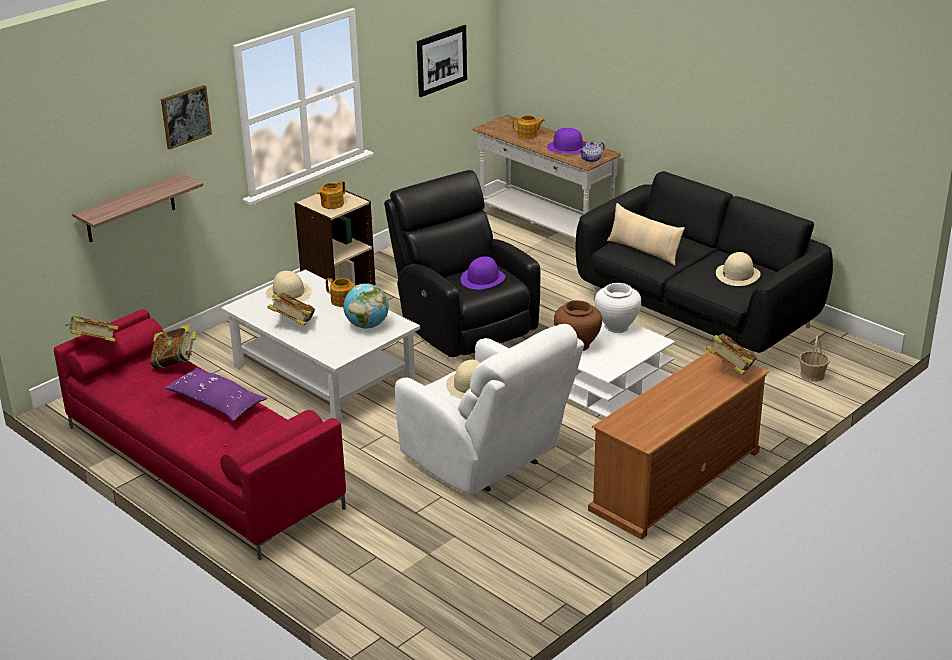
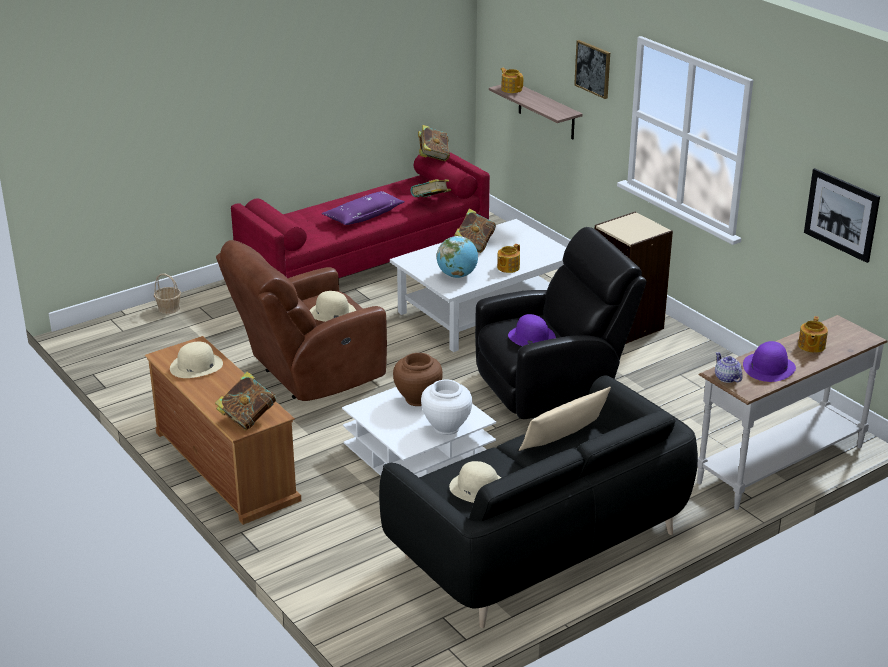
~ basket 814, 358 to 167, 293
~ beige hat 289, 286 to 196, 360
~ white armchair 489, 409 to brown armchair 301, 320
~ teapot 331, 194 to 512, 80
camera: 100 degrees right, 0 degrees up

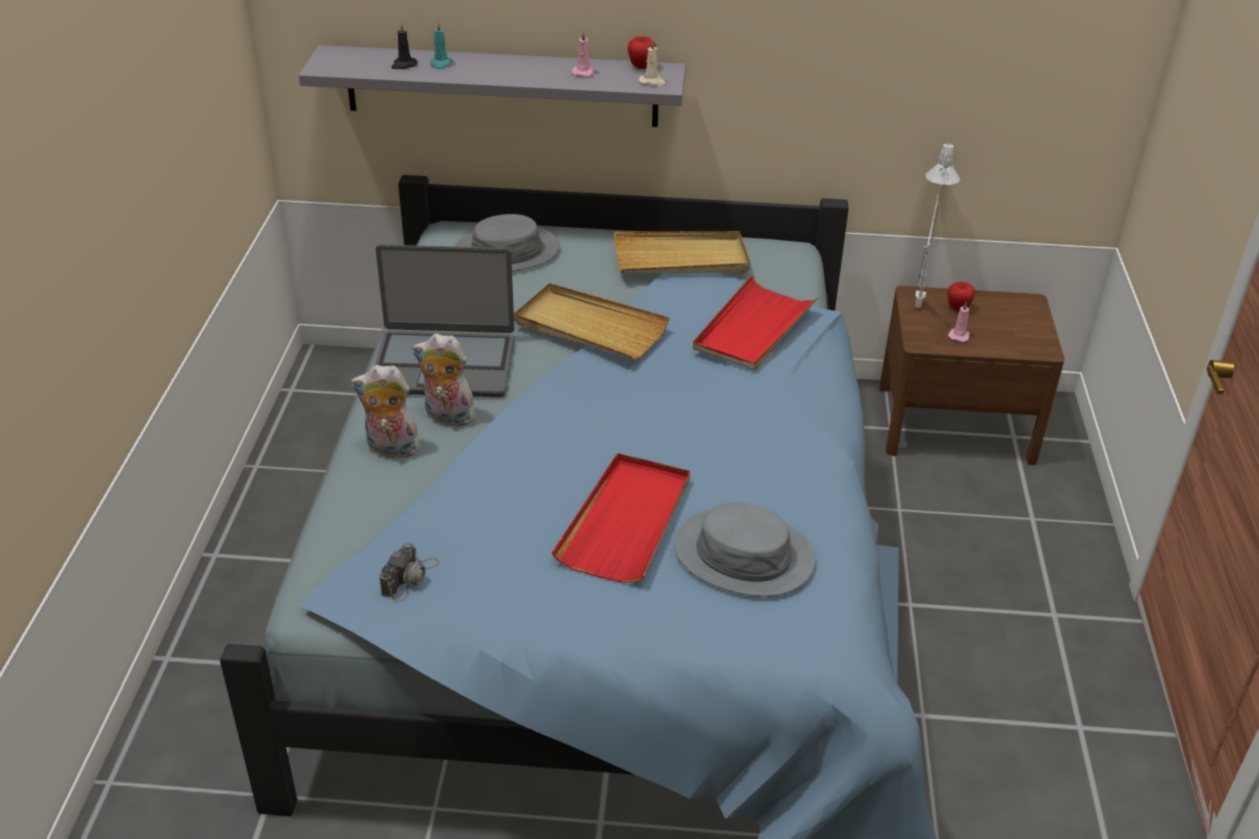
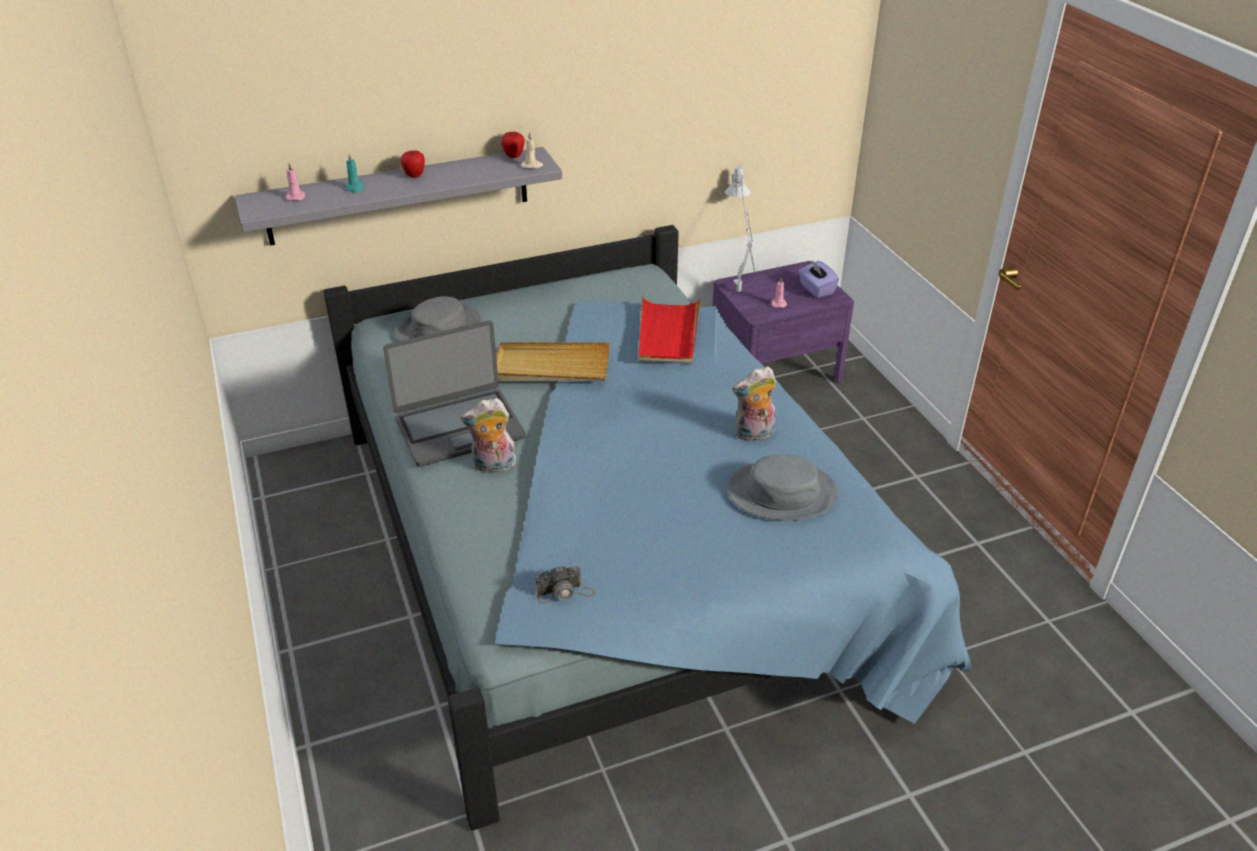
~ pink candle 583, 53 to 295, 182
~ apple 961, 296 to 413, 164
~ photo camera 409, 572 = 565, 584 75 degrees clockwise
~ brown nightstand 972, 375 to purple nightstand 783, 322
~ plush toy 387, 411 to 754, 403
+ purple tissue box 818, 279
- black candle 404, 46
- red tray 621, 518
- beige tray 682, 252
camera: 25 degrees left, 0 degrees up

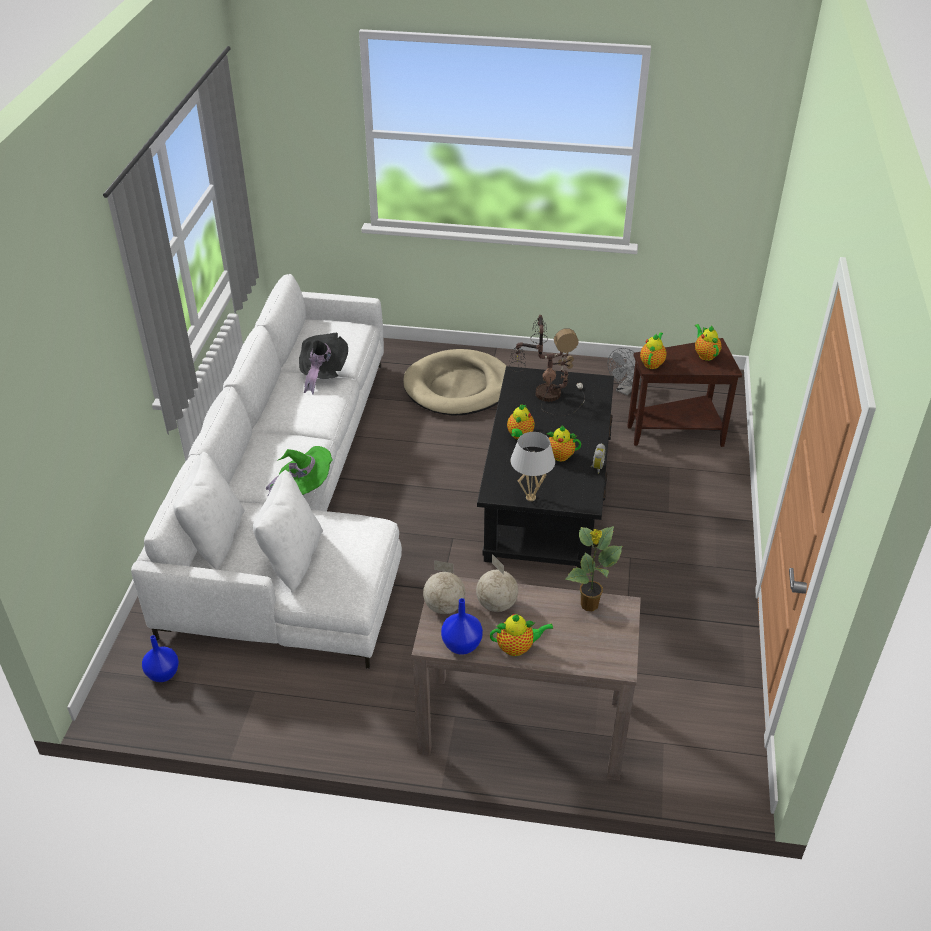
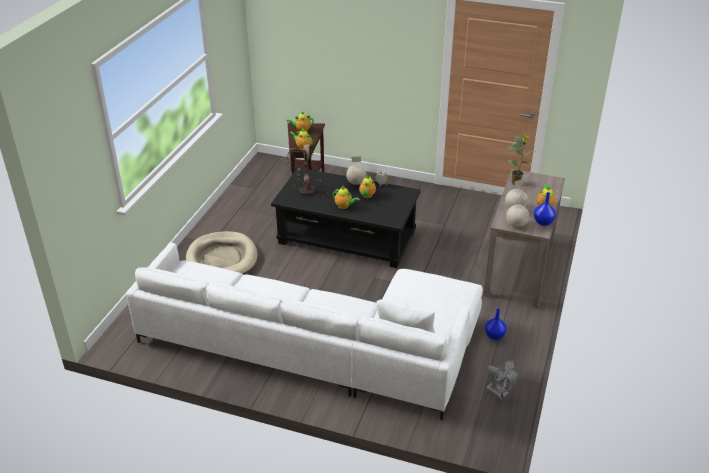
+ globe 356, 170
~ blue vase 160, 658 to 496, 324
~ grey fan 624, 372 to 502, 380
- white pillow 288, 531
- green hat 299, 471
- black hat 323, 364
- white table lamp 533, 466
camera: 80 degrees left, 5 degrees down

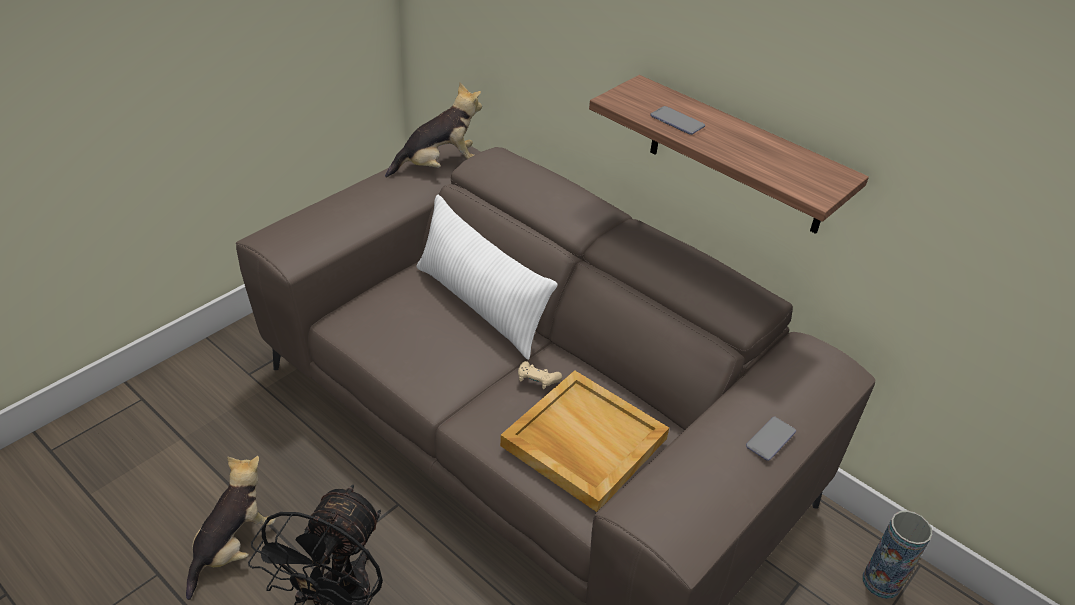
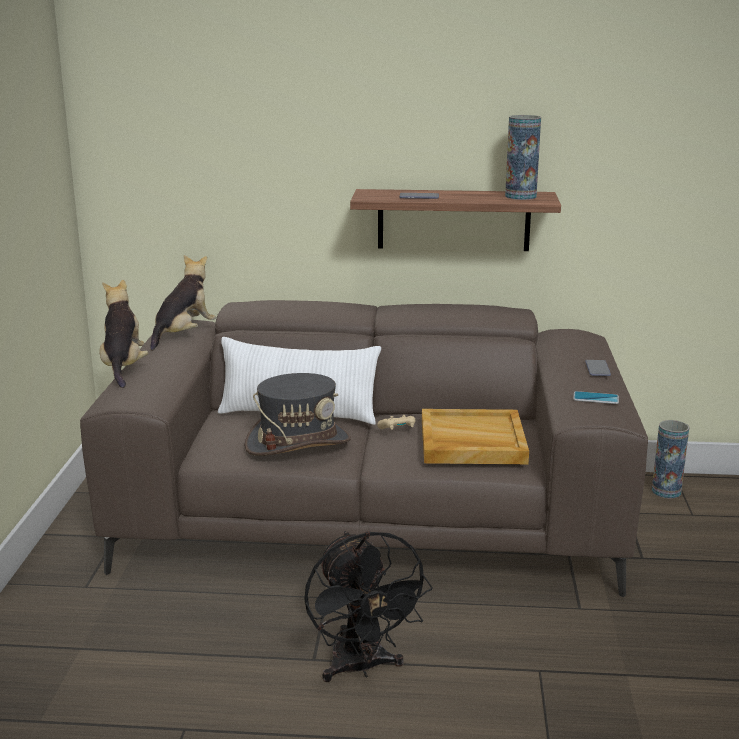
~ plush toy 231, 528 to 124, 334
+ grey hat 298, 414
+ vase 523, 157
+ phone 596, 397
camera: 35 degrees left, 20 degrees down

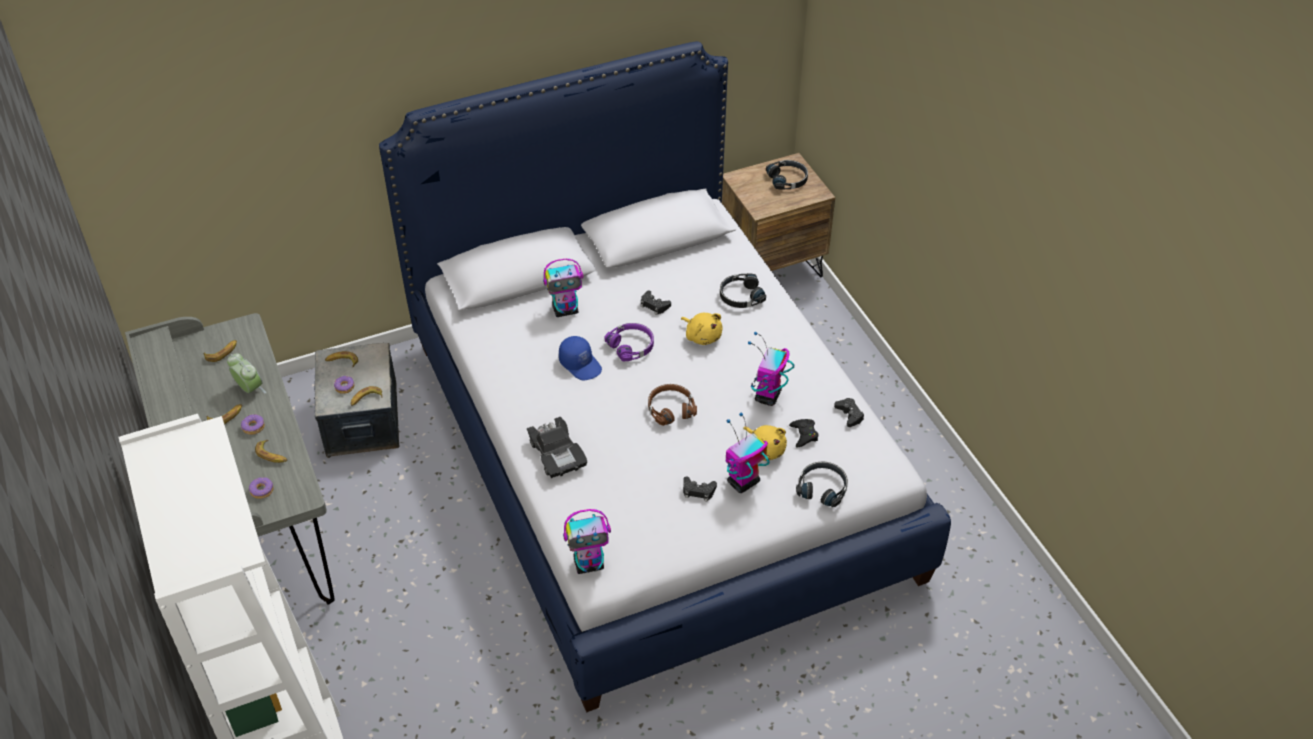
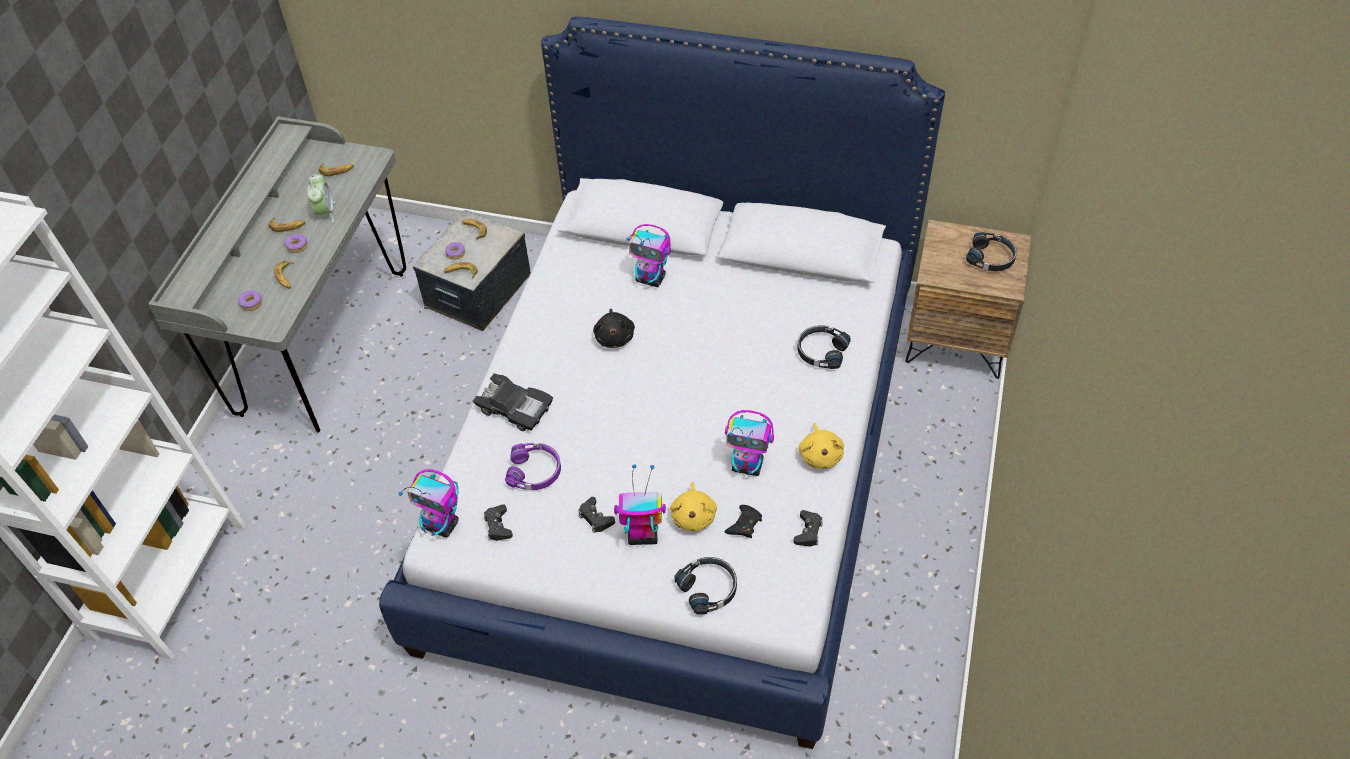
~ black toy car 557, 447 = 513, 402 75 degrees counterclockwise
~ black game controller 656, 302 to 498, 522
~ purple headphones 629, 342 to 533, 466
~ blue cap 580, 358 to black plush toy 614, 328
~ toy robot 771, 369 = 749, 443 135 degrees counterclockwise
~ yellow plush toy 701, 329 to 821, 446
- brown headphones 672, 405
camera: 40 degrees right, 5 degrees up

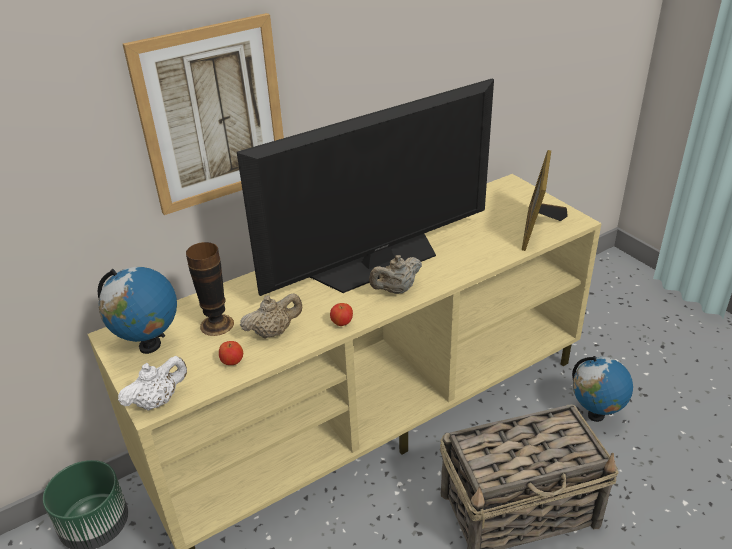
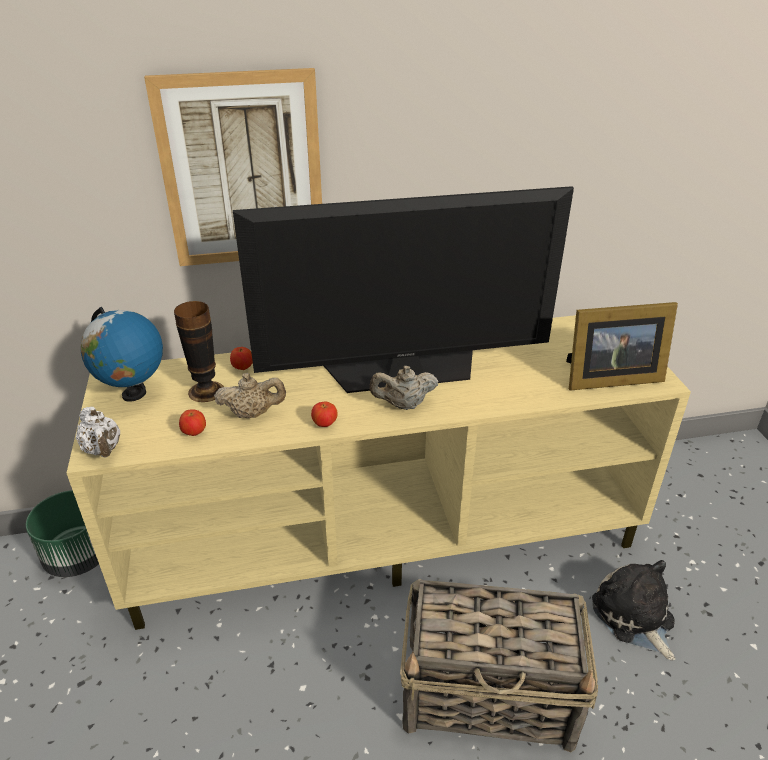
~ white teapot 152, 383 = 98, 432 75 degrees clockwise
+ apple 241, 358
~ picture frame 545, 200 = 622, 346 135 degrees counterclockwise
~ globe 602, 389 to plush toy 633, 610
camera: 20 degrees right, 0 degrees up

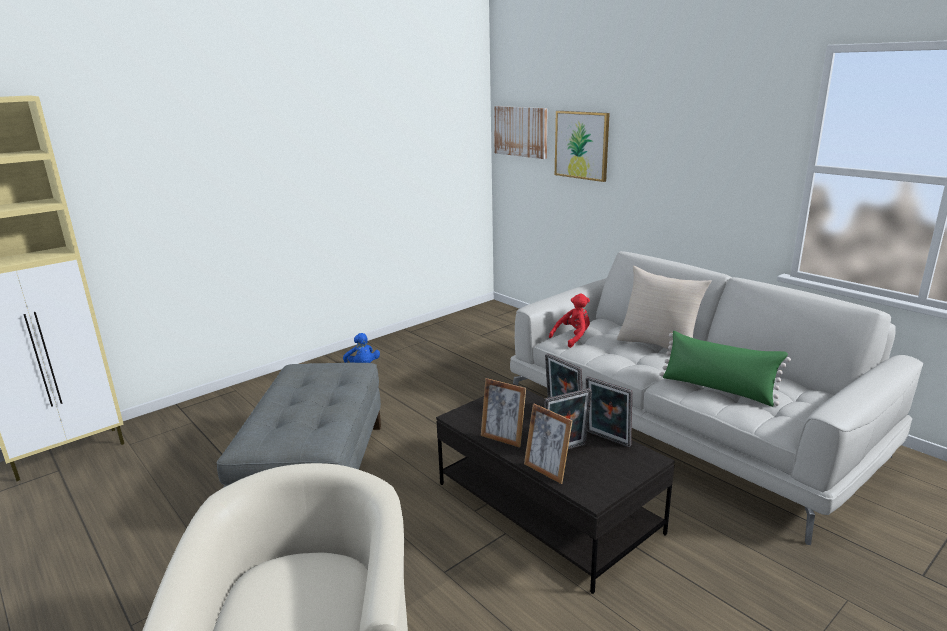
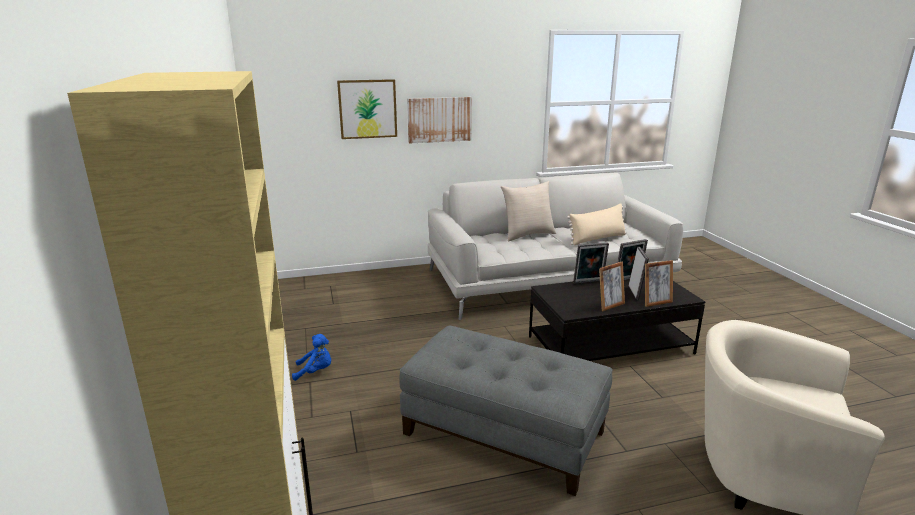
~ picture 521, 132 to 439, 120
~ green pillow 725, 369 to beige pillow 597, 224
- red plush toy 569, 321
camera: 65 degrees left, 0 degrees up

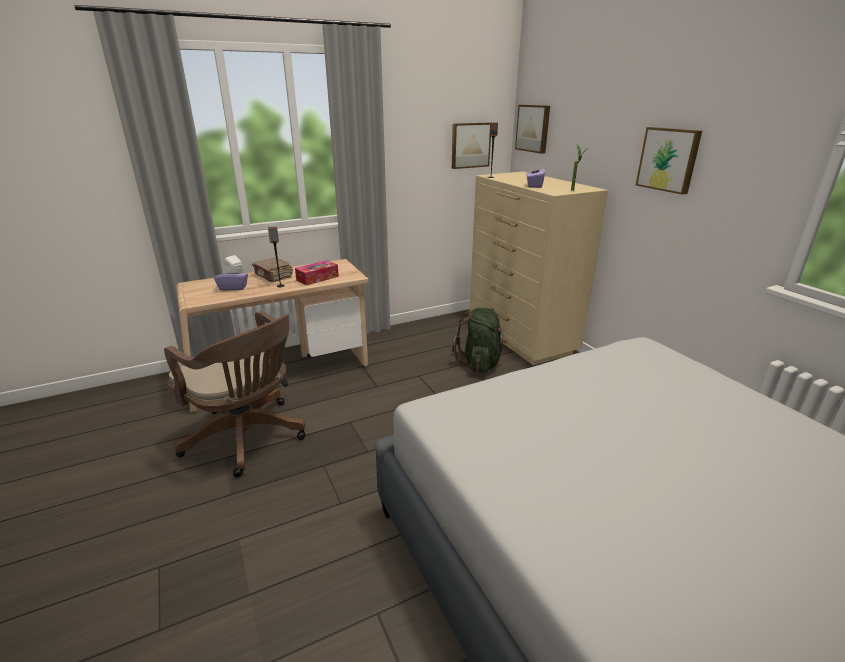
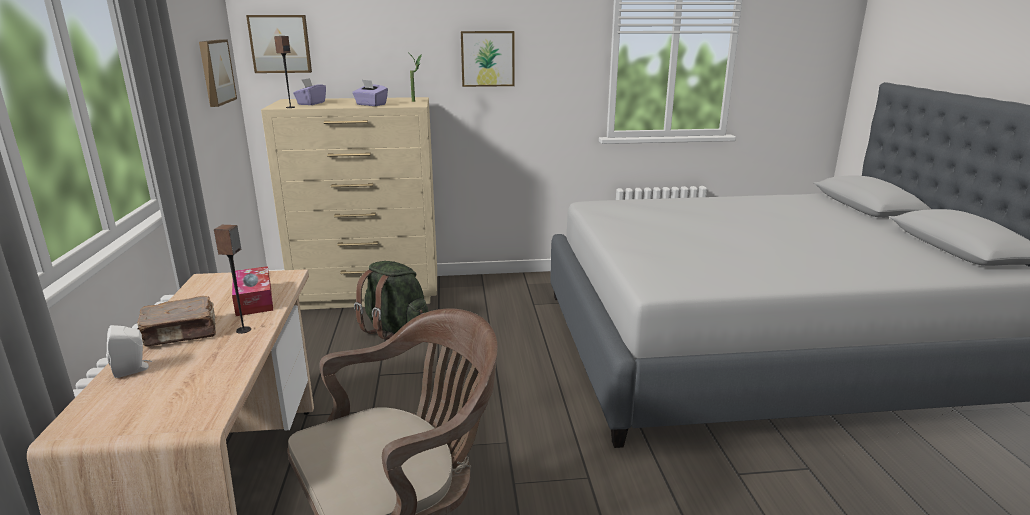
~ purple tissue box 231, 278 to 309, 91
camera: 70 degrees left, 5 degrees down

